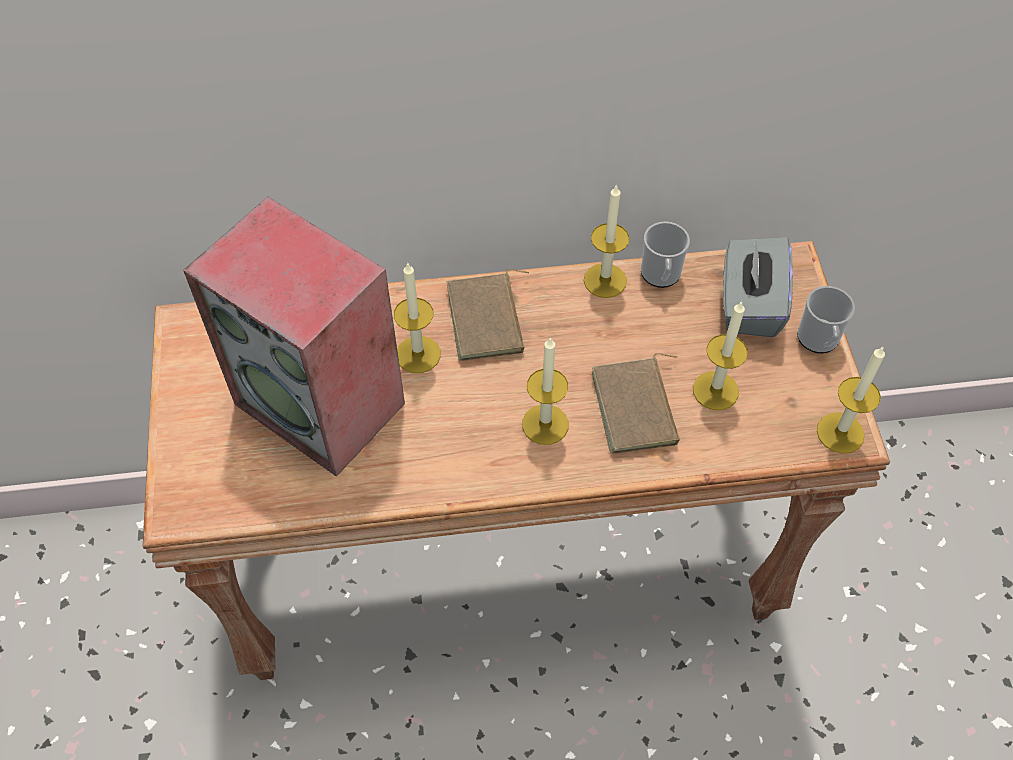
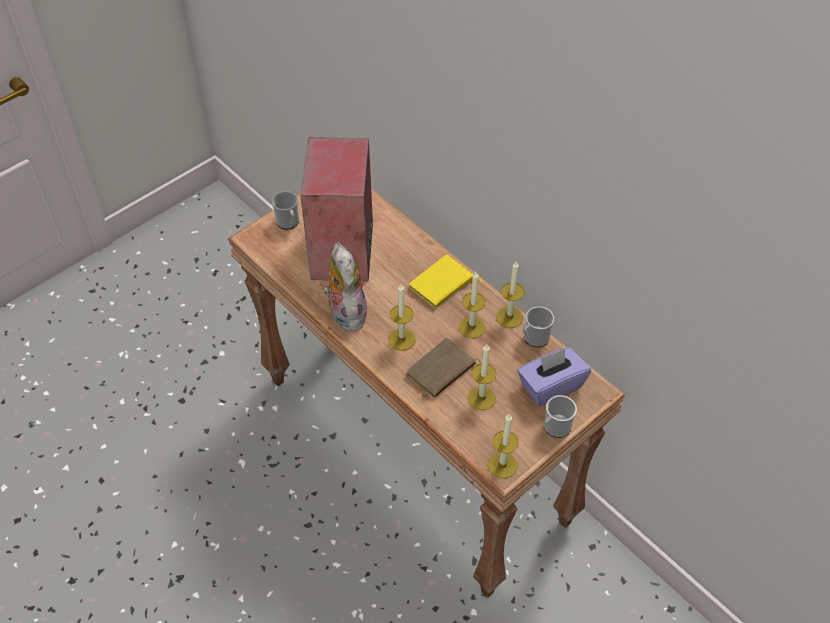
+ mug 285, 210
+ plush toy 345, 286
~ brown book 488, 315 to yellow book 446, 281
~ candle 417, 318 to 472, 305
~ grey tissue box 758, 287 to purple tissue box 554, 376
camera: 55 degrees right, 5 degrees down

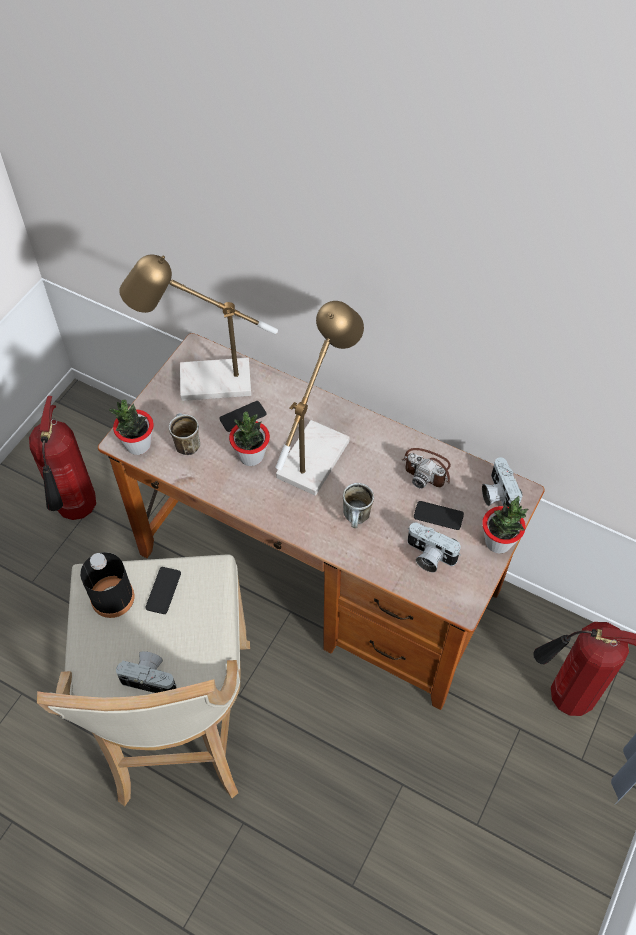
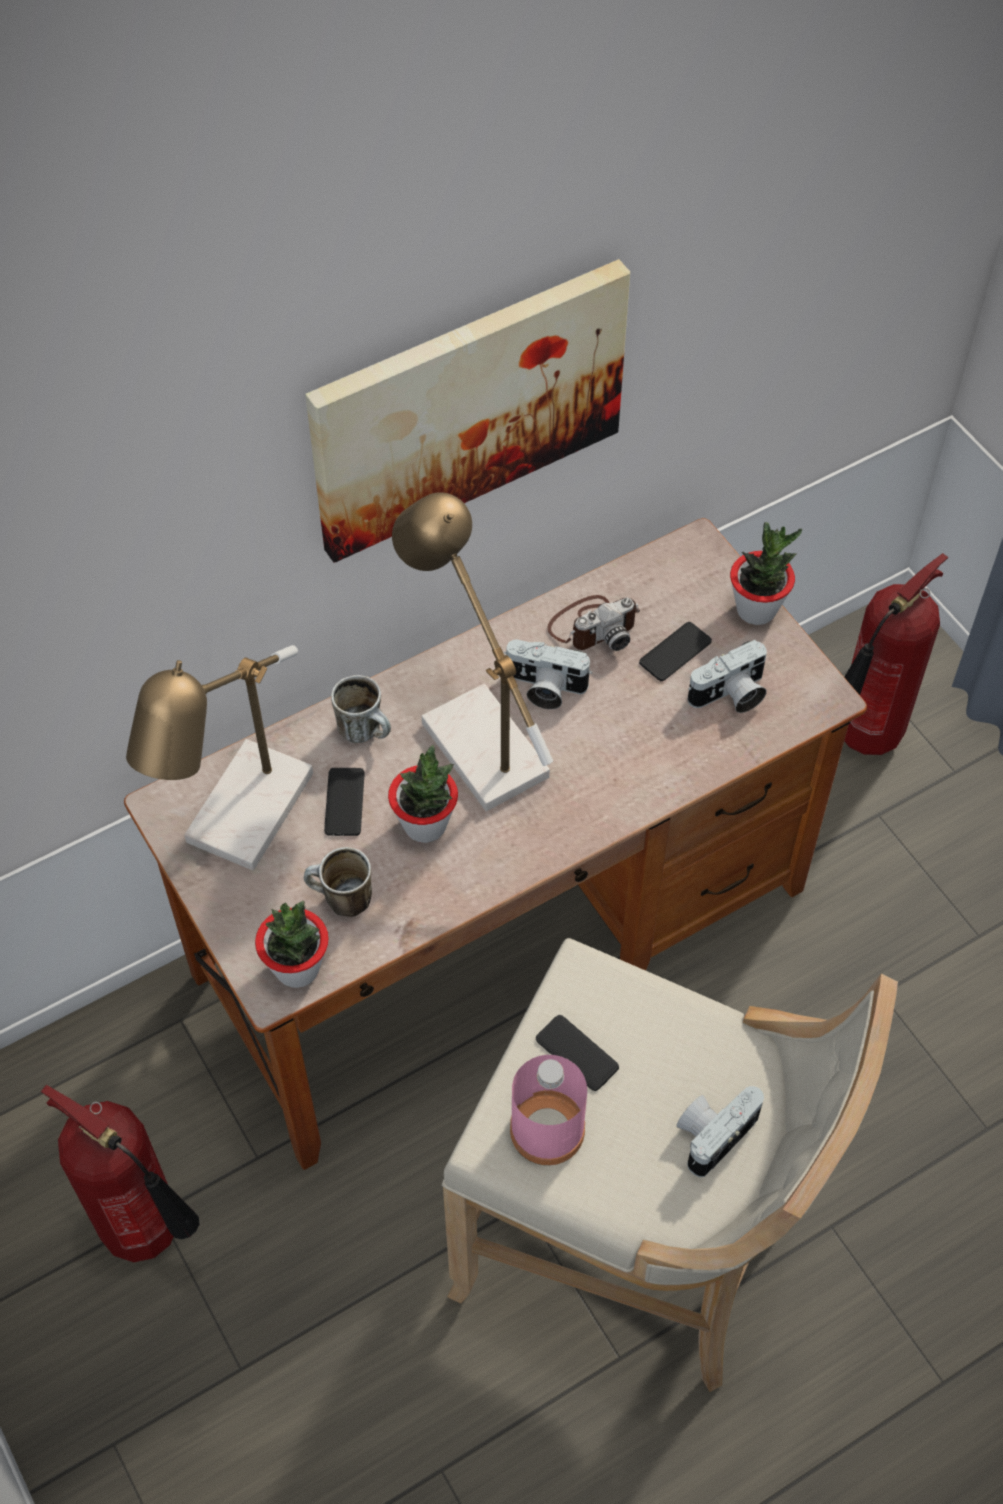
+ picture 467, 411
~ mug 358, 505 to 361, 709
~ photo camera 502, 482 to 548, 674
~ black bottle 107, 585 to pink bottle 548, 1110
camera: 60 degrees left, 0 degrees up

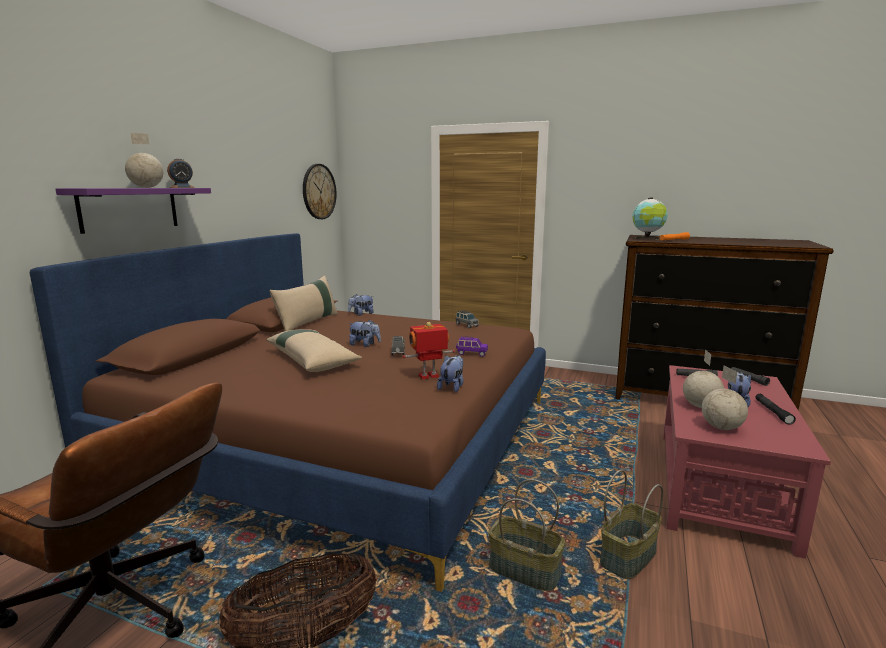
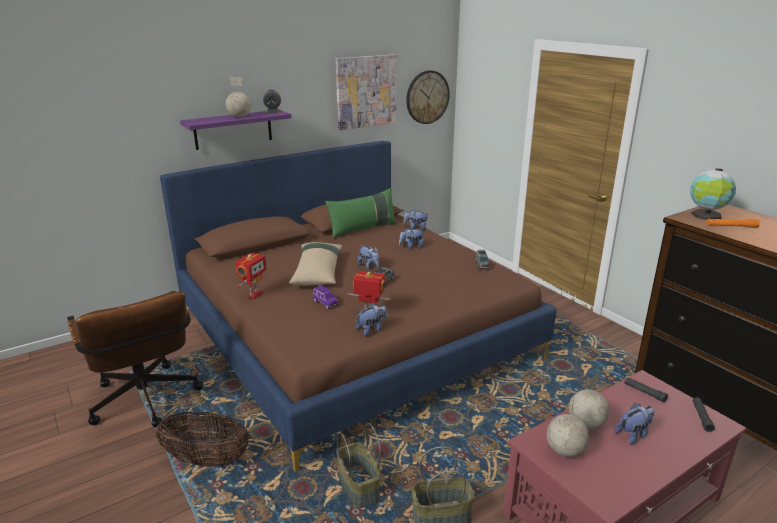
+ toy robot 251, 276
~ purple toy car 472, 346 to 325, 297
~ beige pillow 303, 303 to green pillow 361, 213
+ picture 366, 92
+ plush toy 411, 238
- black flashlight 775, 409
camera: 35 degrees right, 10 degrees up

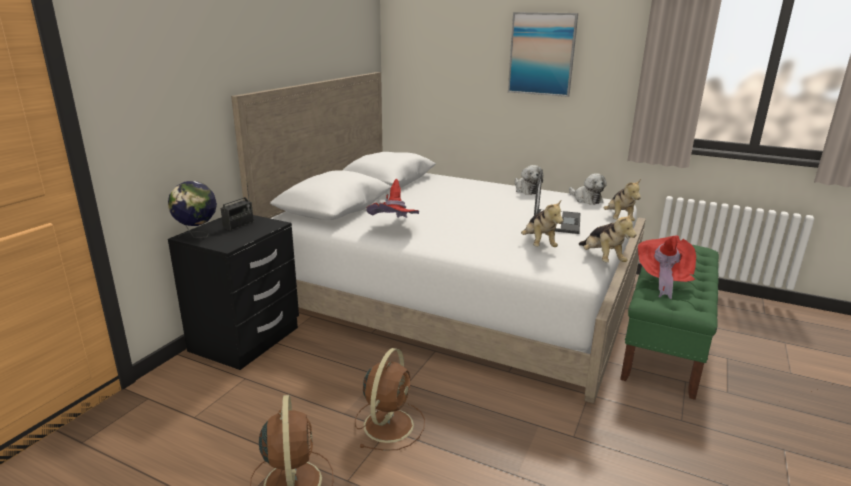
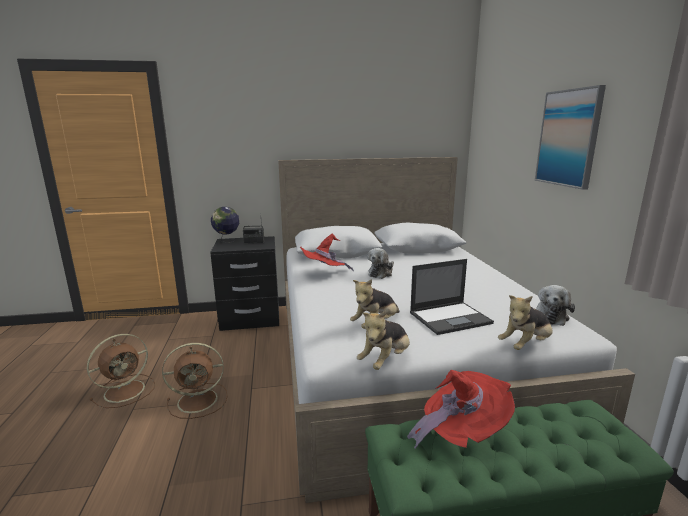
~ plush toy 529, 180 to 381, 263
camera: 55 degrees right, 5 degrees down

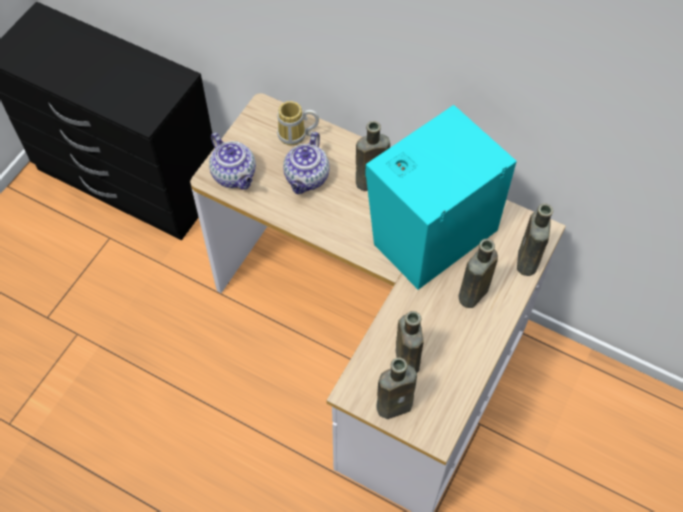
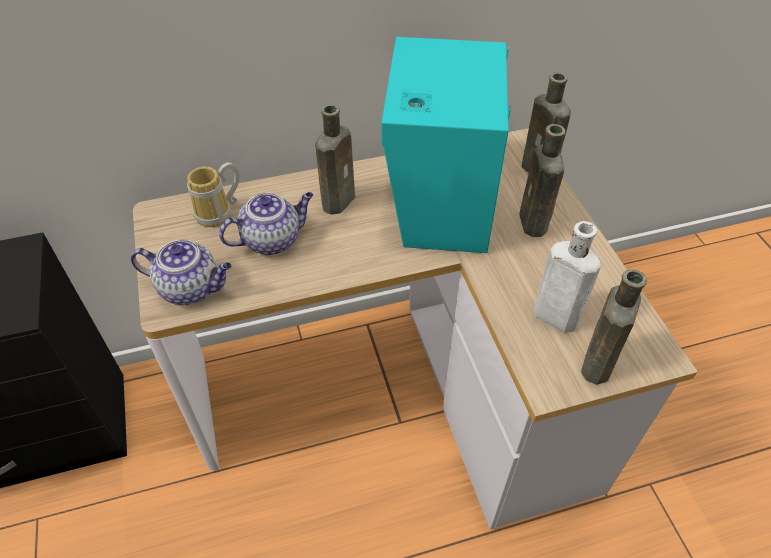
~ teapot 306, 163 = 266, 223 90 degrees counterclockwise
~ brown bottle 410, 342 to white bottle 567, 277
camera: 45 degrees left, 10 degrees down

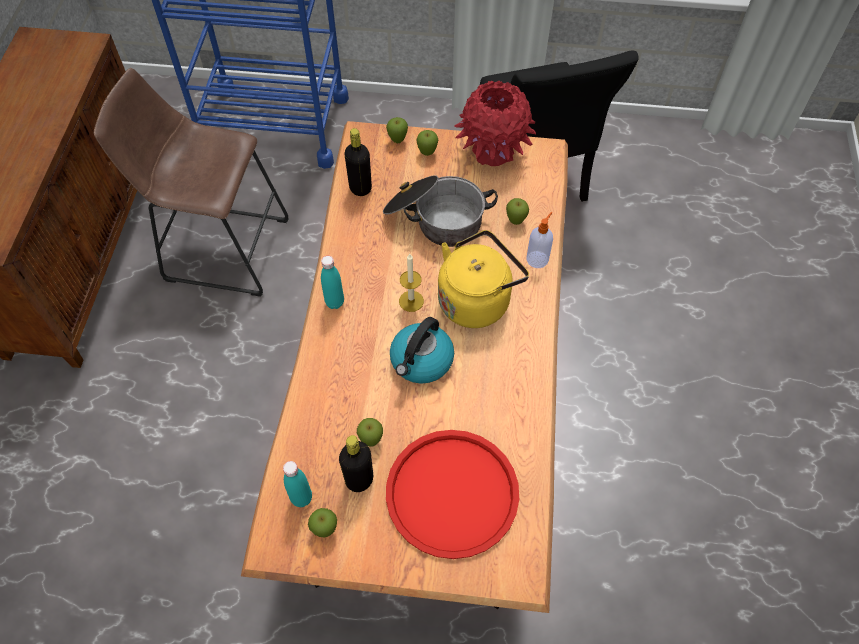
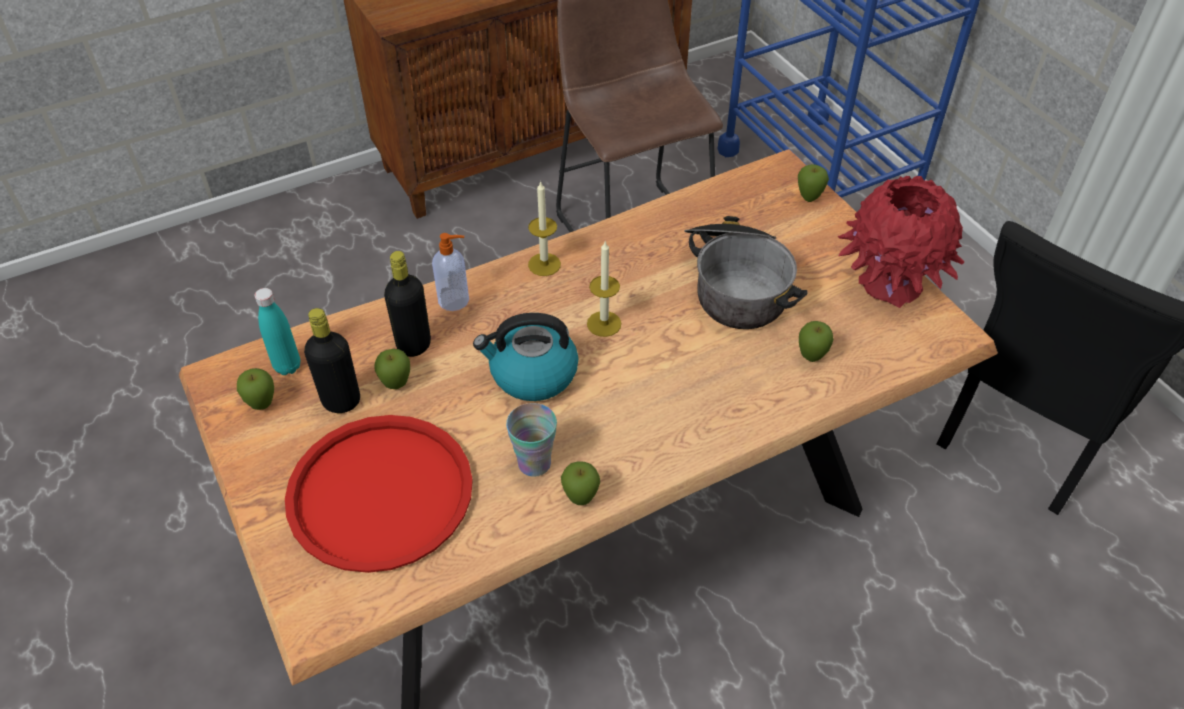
~ black bottle 358, 162 to 407, 304
~ soap dispenser 539, 240 to 450, 272
+ cup 531, 440
~ turquoise bottle 332, 282 to candle 544, 228
~ apple 427, 143 to 580, 483
- yellow kettle 483, 279
camera: 55 degrees right, 10 degrees down

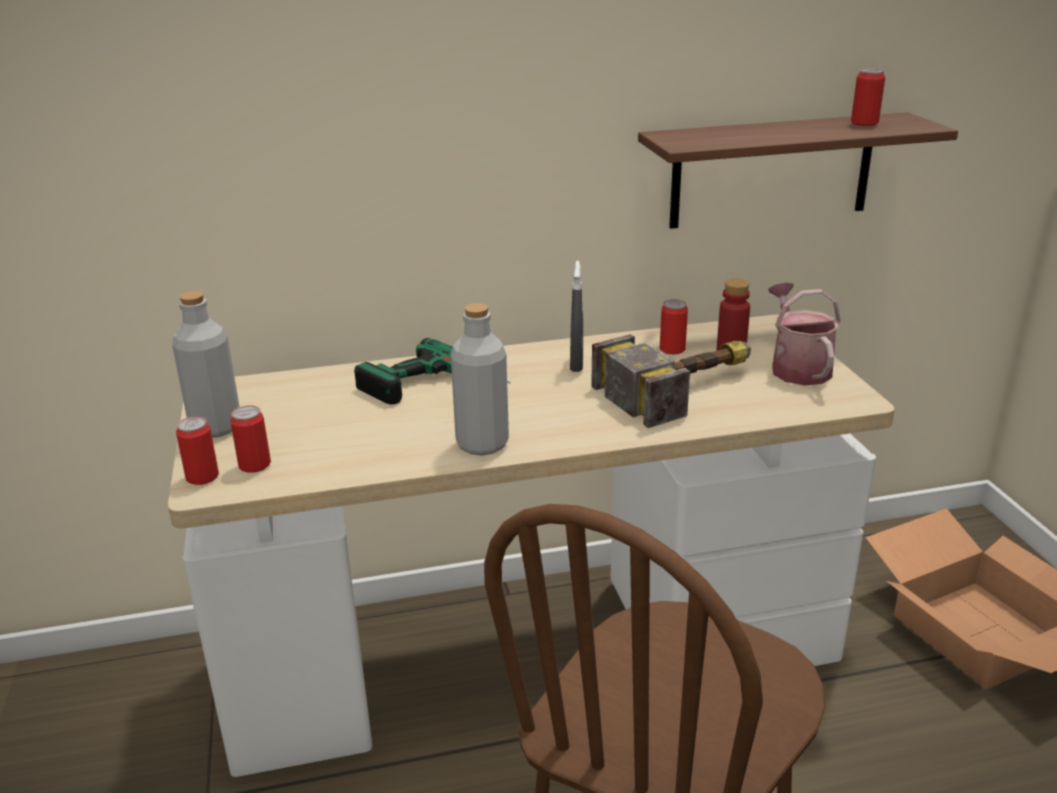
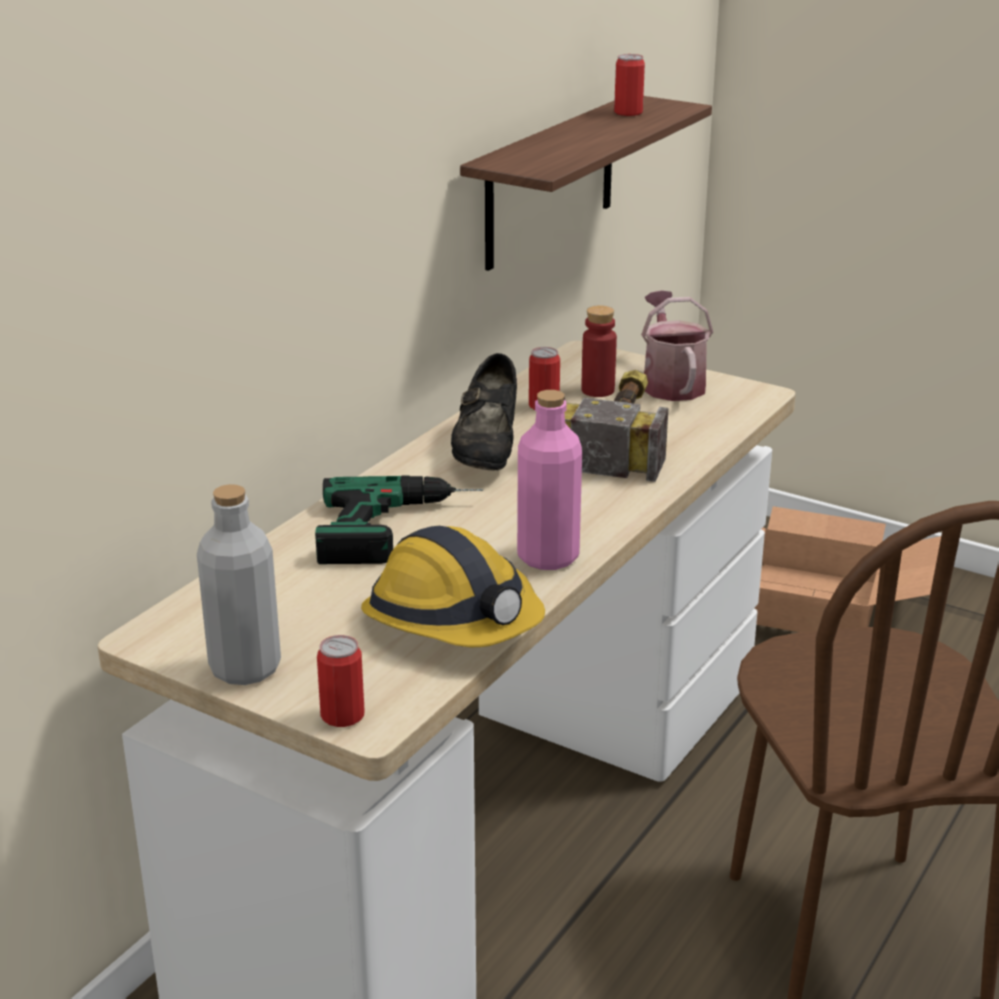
+ hard hat 453, 586
~ grey spray bottle 576, 316 to black shoe 484, 412
~ grey bottle 480, 379 to pink bottle 549, 480
~ watering can 804, 334 = 677, 345 45 degrees clockwise
- can 250, 439
camera: 45 degrees left, 0 degrees up

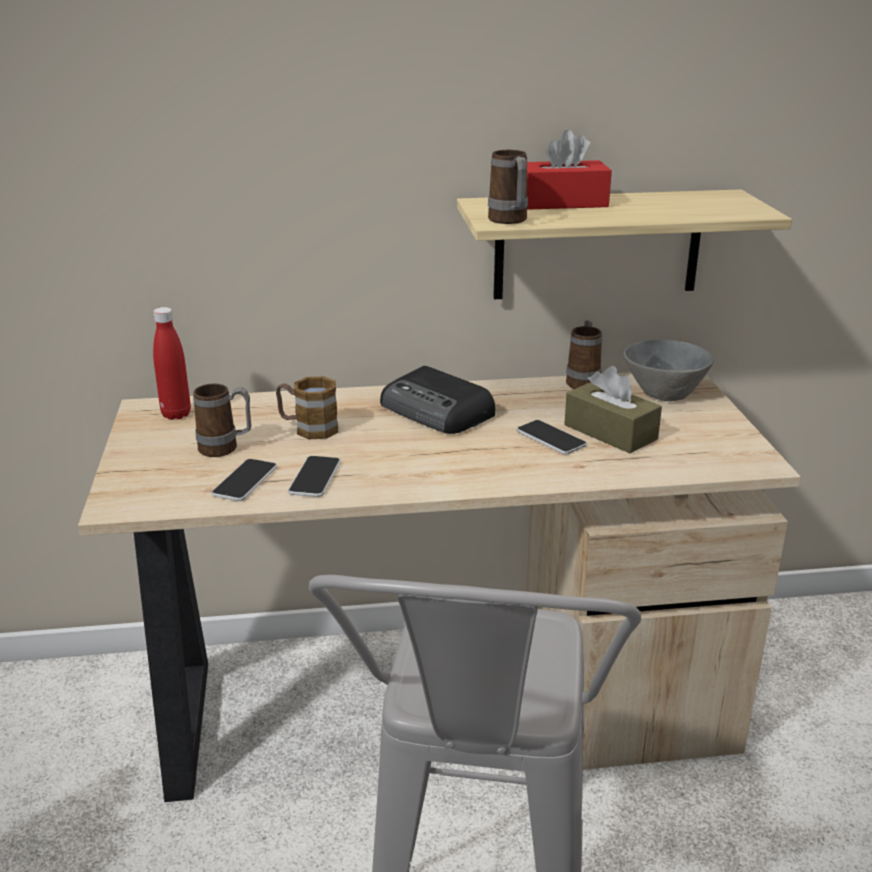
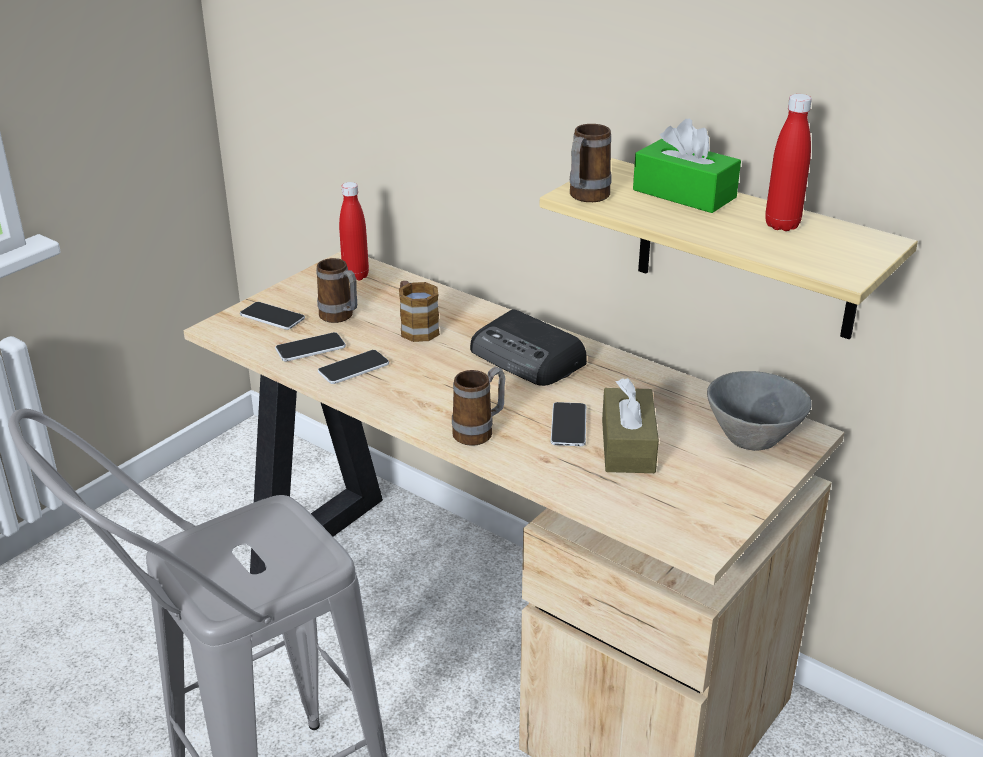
+ phone 272, 316
~ mug 584, 354 to 478, 406
~ radio 437, 400 = 528, 347 45 degrees counterclockwise
~ red tissue box 569, 170 to green tissue box 687, 166
+ red bottle 788, 162
camera: 45 degrees right, 5 degrees up

